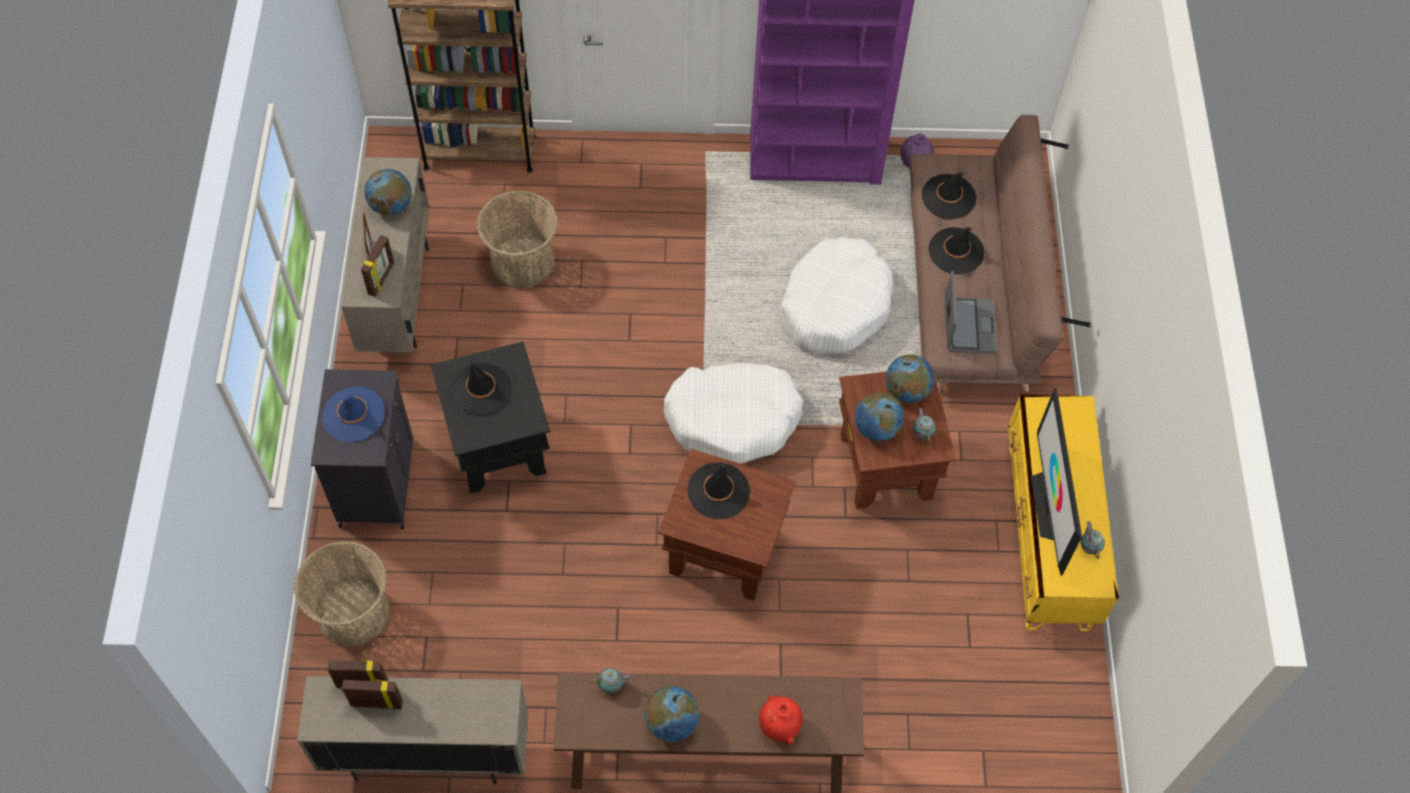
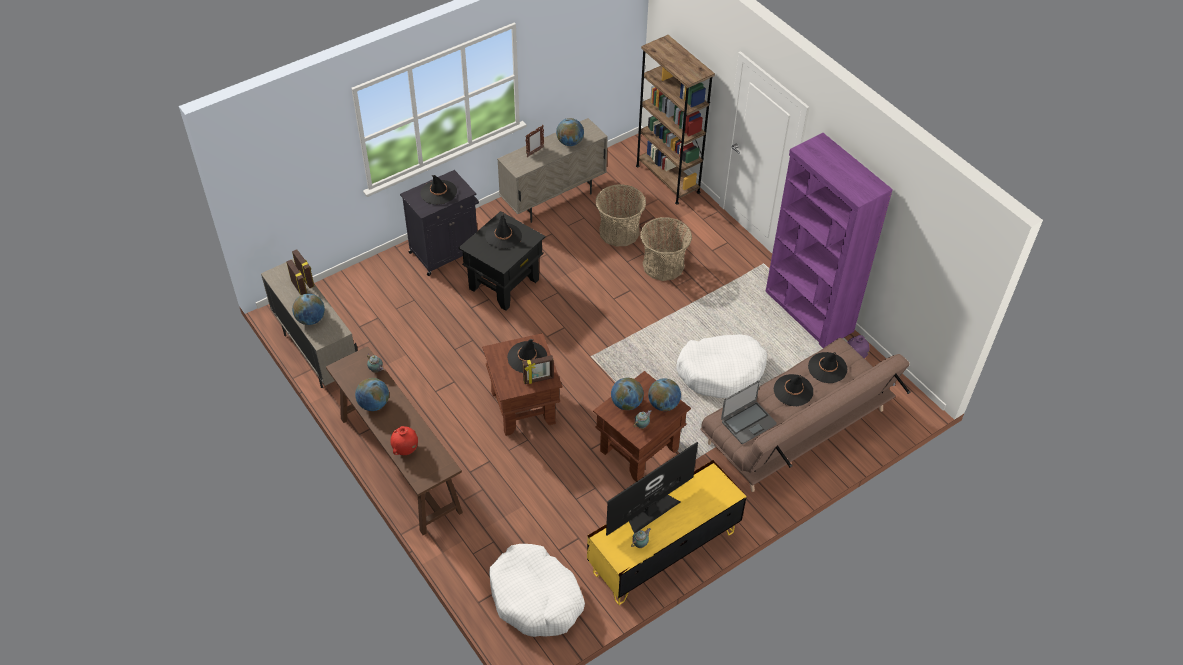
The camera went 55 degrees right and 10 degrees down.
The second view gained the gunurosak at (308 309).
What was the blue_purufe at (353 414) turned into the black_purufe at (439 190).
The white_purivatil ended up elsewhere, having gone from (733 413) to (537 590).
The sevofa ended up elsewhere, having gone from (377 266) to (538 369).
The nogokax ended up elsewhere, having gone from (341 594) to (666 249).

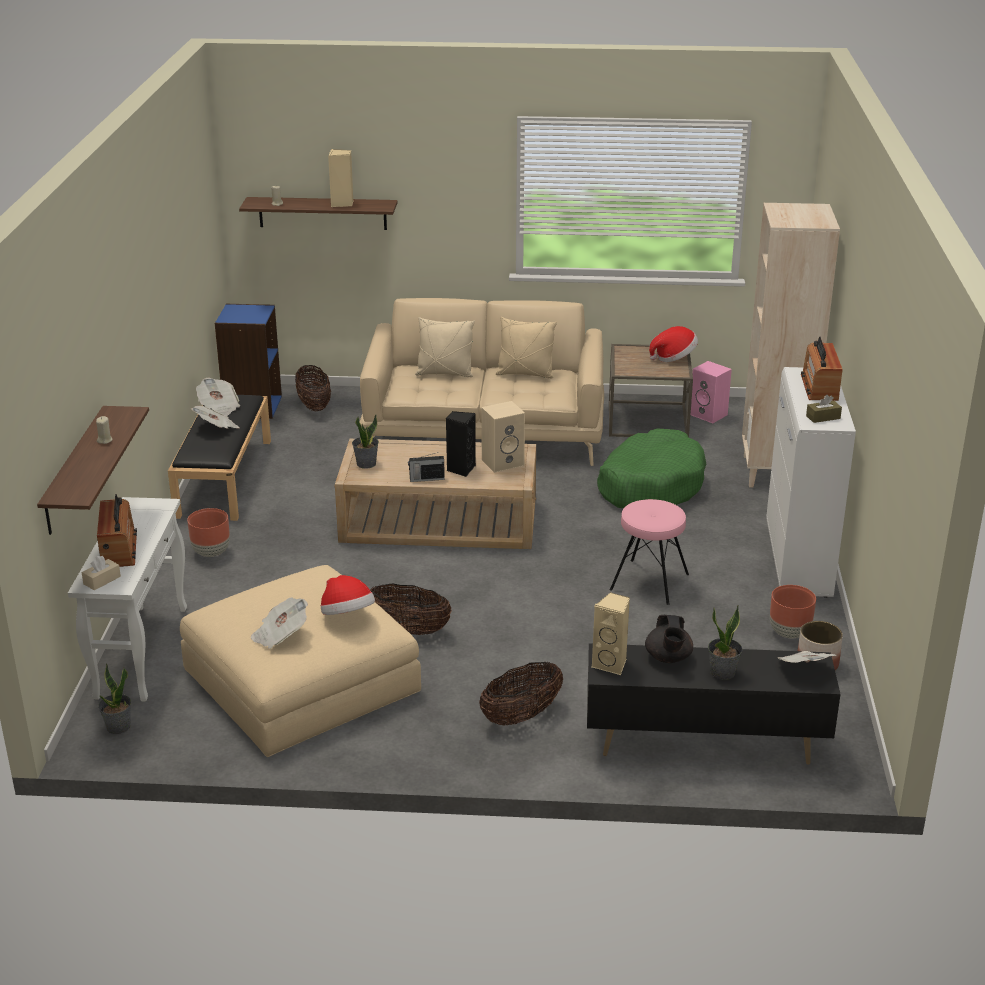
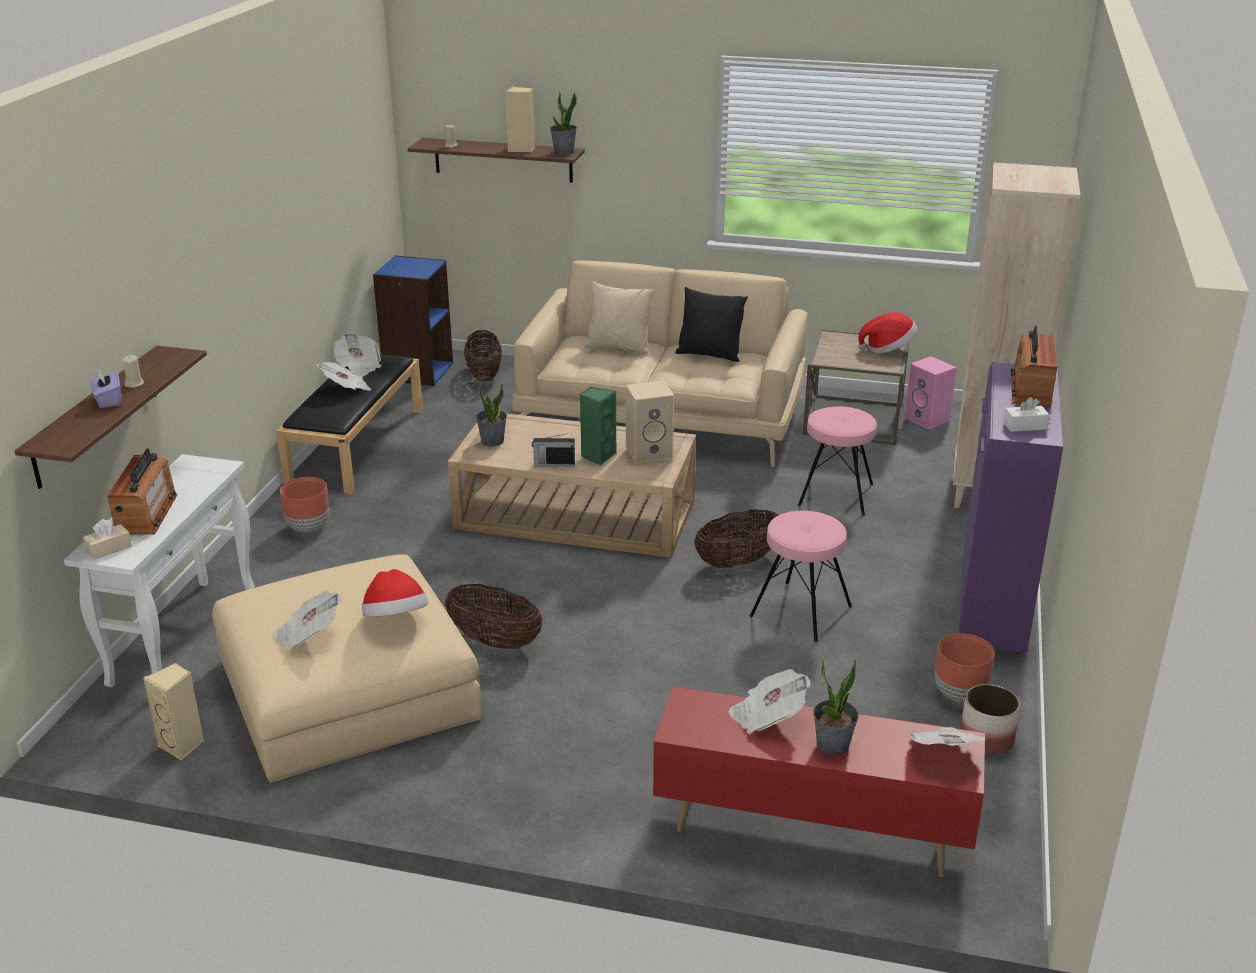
The camera went 10 degrees right and 0 degrees up.
The second view gained the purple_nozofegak at (106 388).
The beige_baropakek ended up elsewhere, having gone from (611 633) to (173 711).
The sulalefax ended up elsewhere, having gone from (114 698) to (563 123).
What was the black_baropakek at (461 444) turned into the green_baropakek at (598 426).
What was the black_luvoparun at (714 704) turned into the red_luvoparun at (819 781).
What was the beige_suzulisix at (526 347) turned into the black_suzulisix at (711 324).
The nogokax ended up elsewhere, having gone from (521 693) to (736 538).
Where the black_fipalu stood at (669 639), the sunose came to stand at (769 701).
Where the green_purivatil stood at (651 468), the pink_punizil came to stand at (837 461).
What was the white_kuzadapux at (811 482) turned into the purple_kuzadapux at (1011 507).
What was the brown_nozofegak at (824 409) turned into the white_nozofegak at (1026 414).

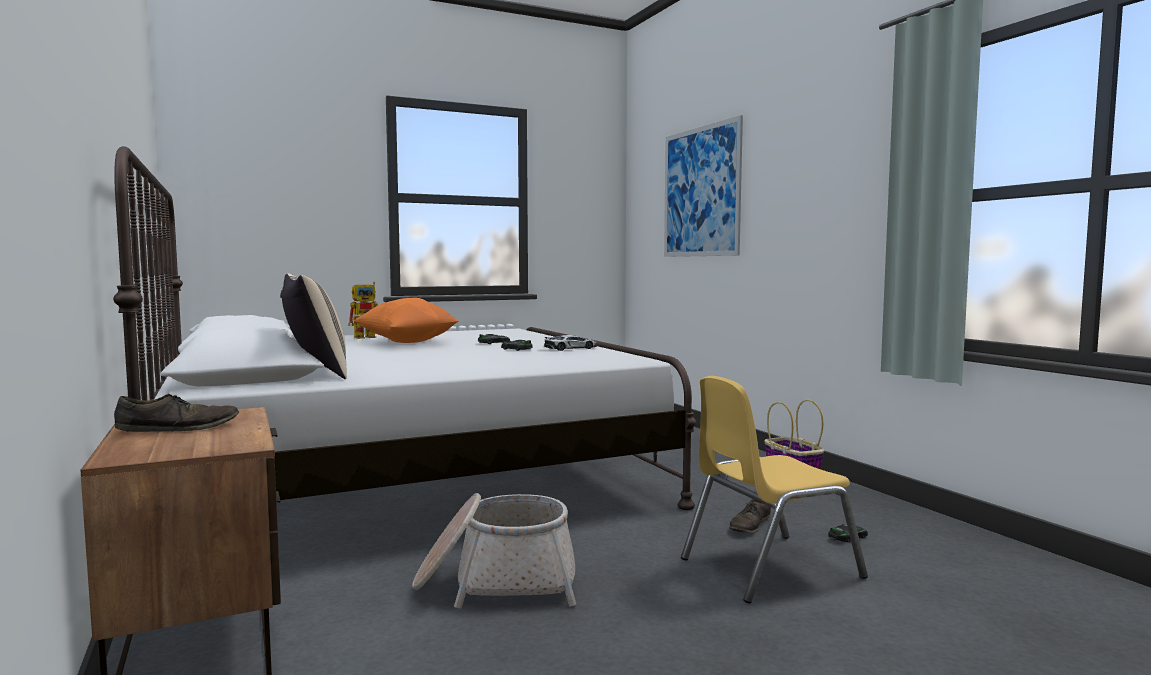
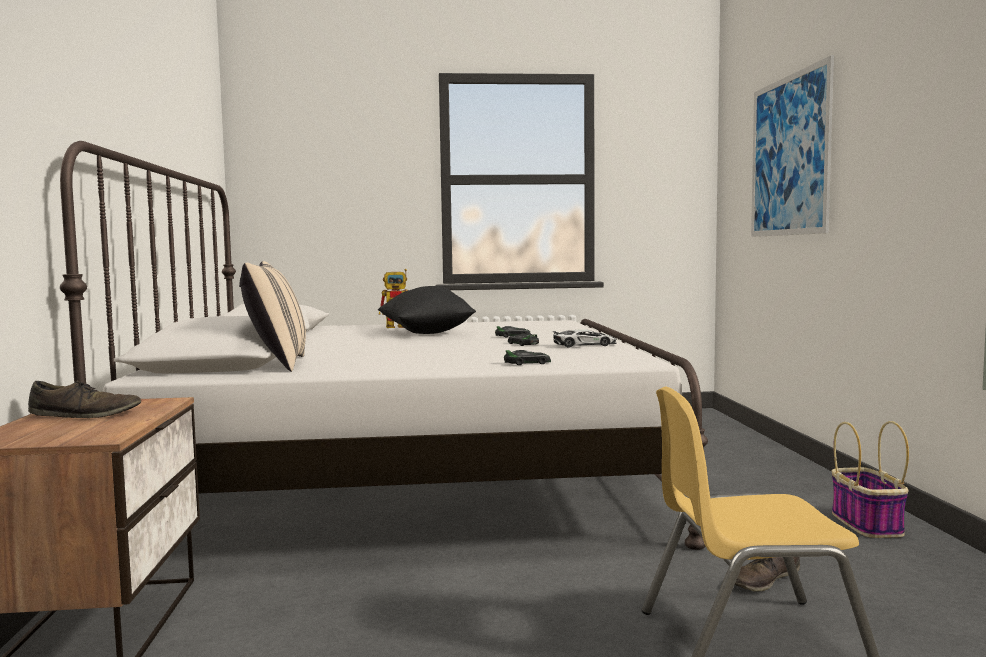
The camera went 20 degrees right and 0 degrees up.
What was the orange_suzulisix at (406 320) turned into the black_suzulisix at (427 310).
The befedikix ended up elsewhere, having gone from (848 533) to (527 357).
The second view lost the nogokax at (494 550).

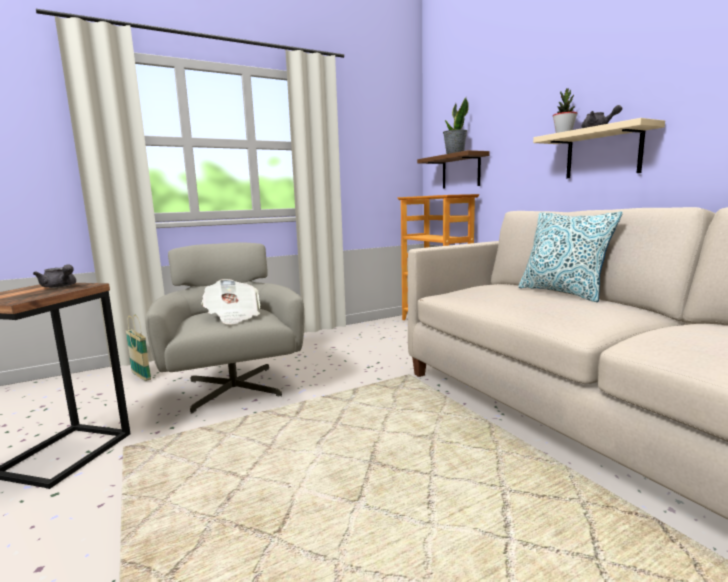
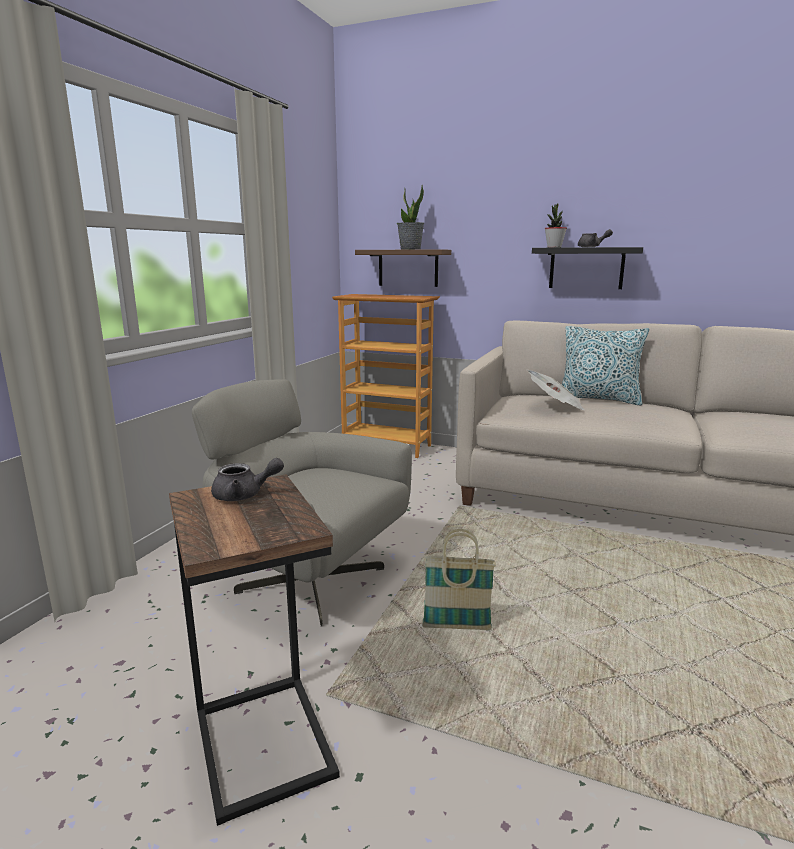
The camera went 40 degrees left and 5 degrees up.
The nogokax ended up elsewhere, having gone from (138 347) to (459 579).
The sunose ended up elsewhere, having gone from (230 302) to (555 389).
What was the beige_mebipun at (599 148) turned into the black_mebipun at (587 268).

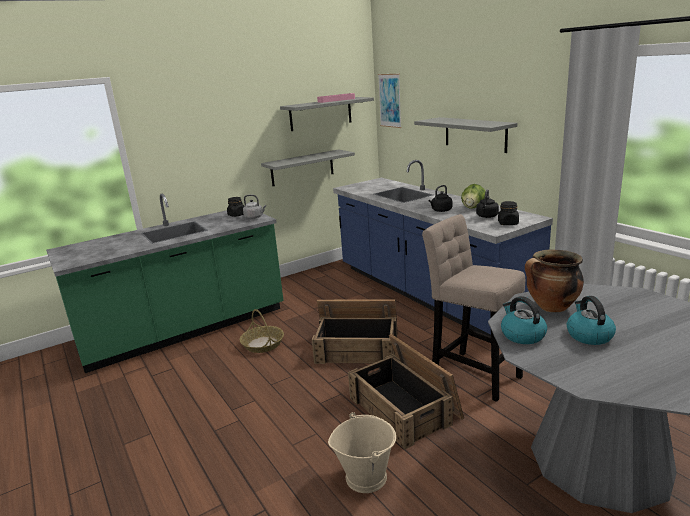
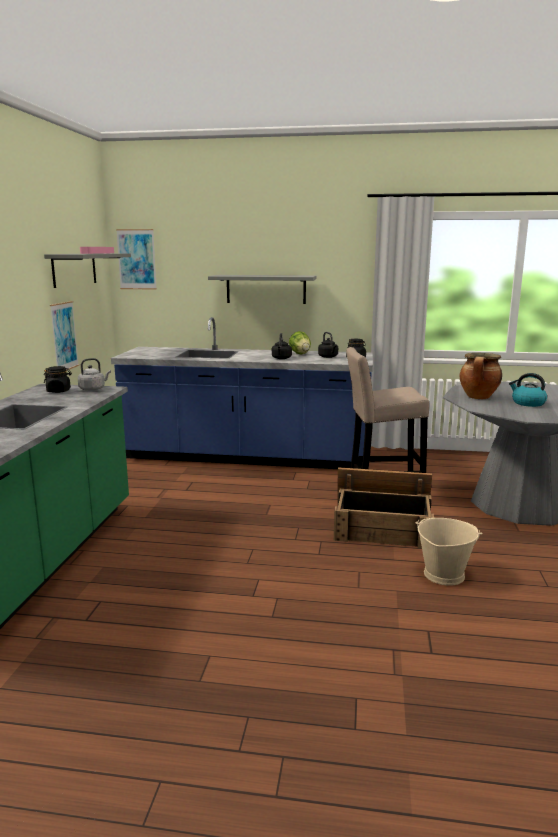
The camera went 50 degrees left and 5 degrees down.
Where the grey_mebipun hung at (308 167), the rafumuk came to hang at (64 335).
The second view lost the nogokax at (262 331).
The second view lost the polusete at (354 331).
The second view lost the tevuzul at (524 320).

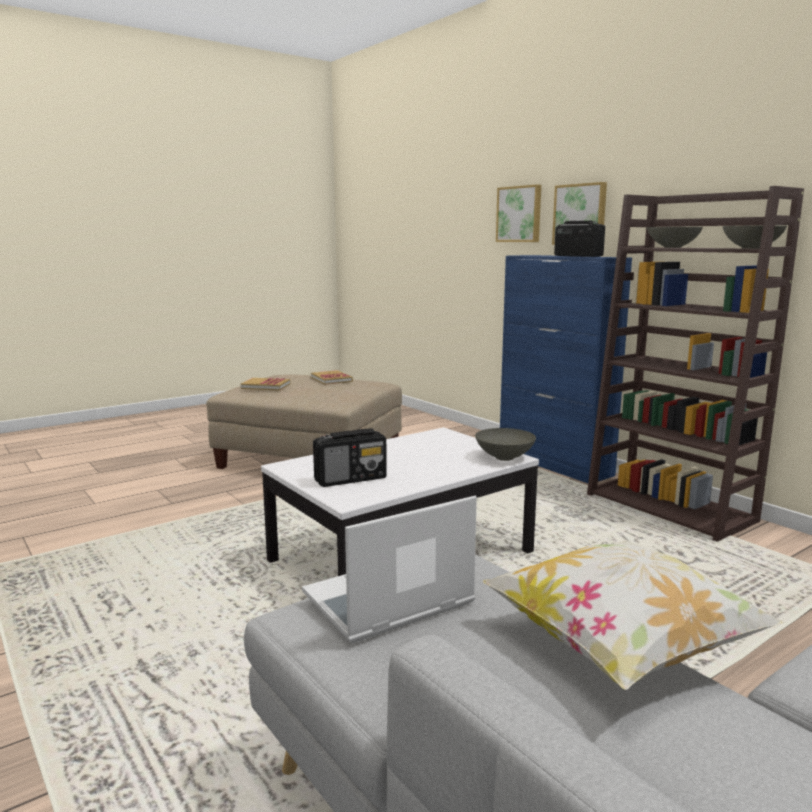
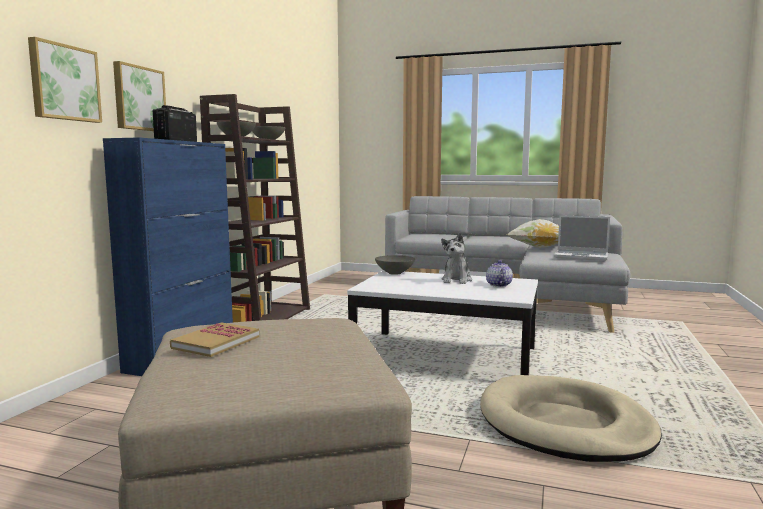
The camera went 125 degrees left and 5 degrees down.
The second view gained the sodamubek at (456 258).
The second view gained the beige_purivatil at (571 418).
Where the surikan stood at (350 457), the fipalu came to stand at (499 273).
The second view lost the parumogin at (265 384).

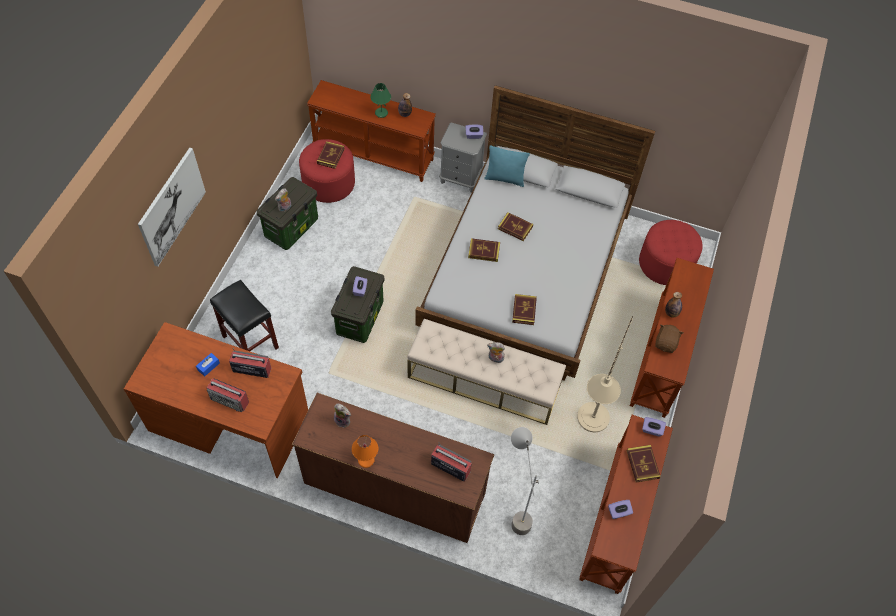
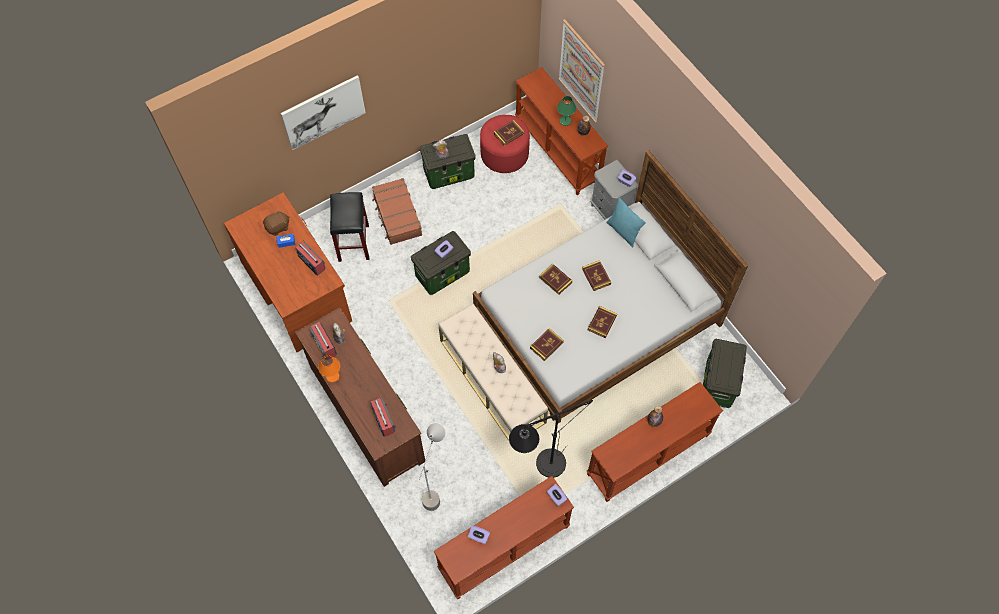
The camera went 40 degrees right and 5 degrees up.
The brown_sodamubek ended up elsewhere, having gone from (669 338) to (276 222).
The surikan ended up elsewhere, having gone from (228 395) to (323 341).
The second view gained the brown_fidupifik at (397 211).
What was the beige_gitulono at (605 374) turned into the black_gitulono at (551 439).
The second view gained the rafumuk at (581 71).
The parumogin ended up elsewhere, having gone from (644 463) to (602 322).
Where the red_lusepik stood at (670 252), the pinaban came to stand at (725 373).

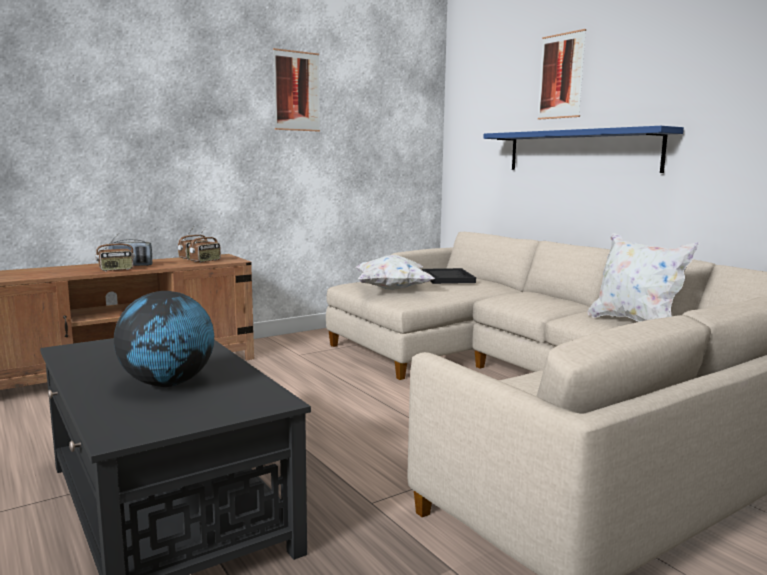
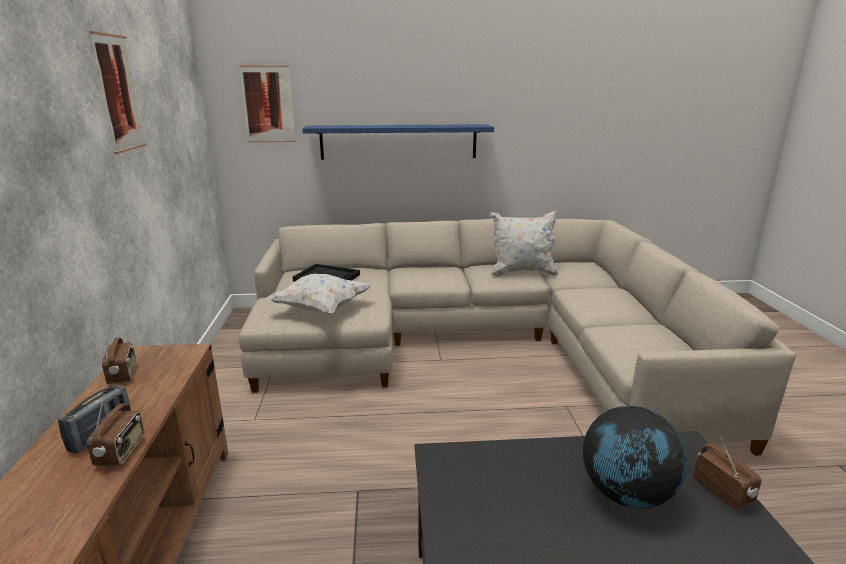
The camera went 60 degrees left and 10 degrees up.
The rafumuk ended up elsewhere, having gone from (562 74) to (268 104).
The surikan ended up elsewhere, having gone from (205 245) to (727 473).

